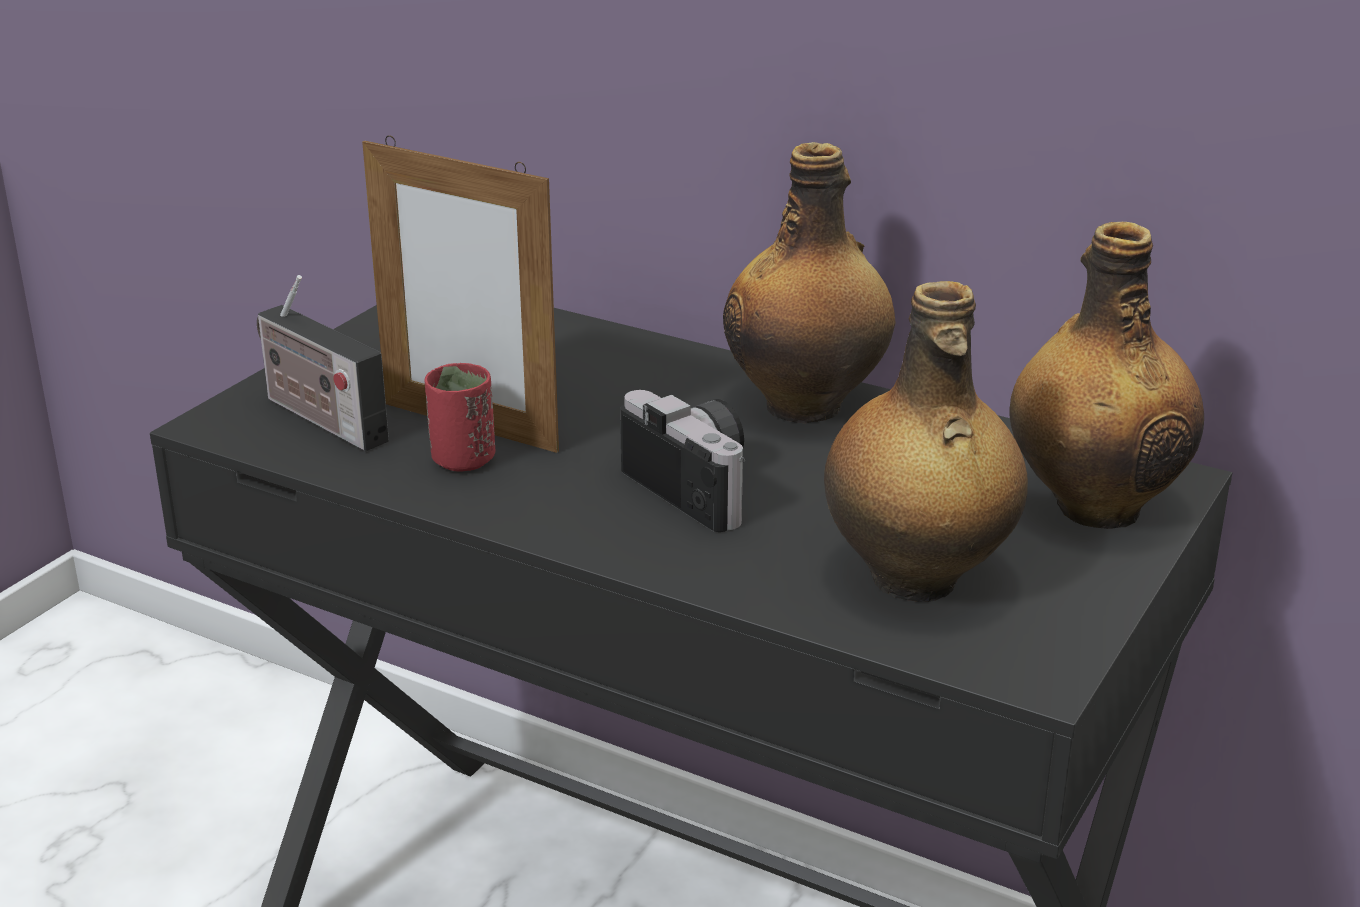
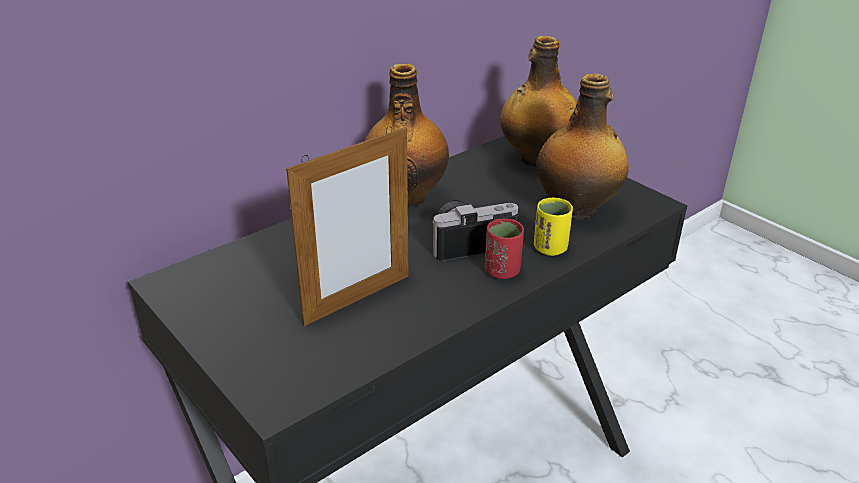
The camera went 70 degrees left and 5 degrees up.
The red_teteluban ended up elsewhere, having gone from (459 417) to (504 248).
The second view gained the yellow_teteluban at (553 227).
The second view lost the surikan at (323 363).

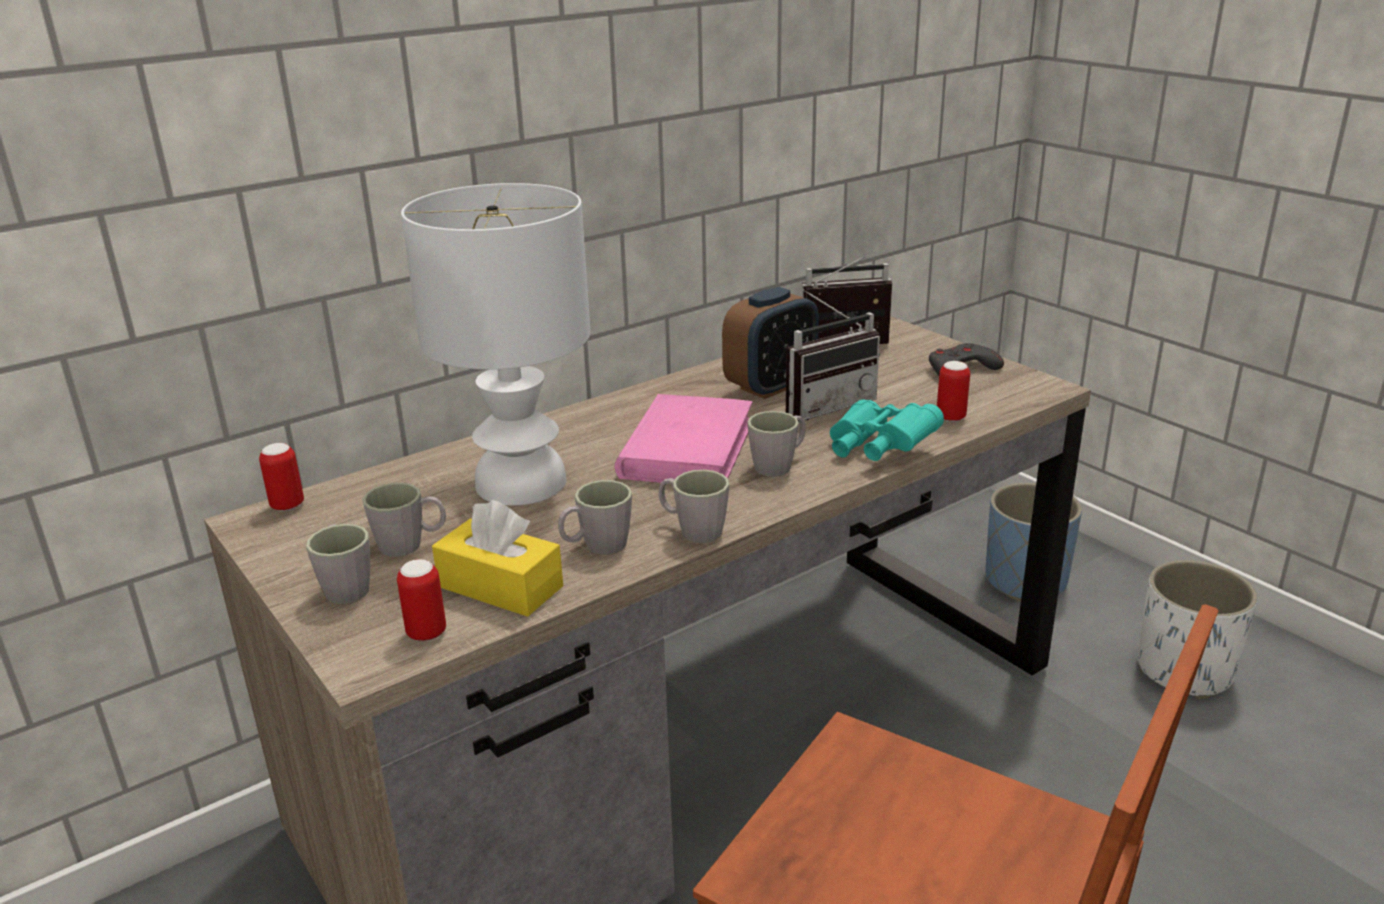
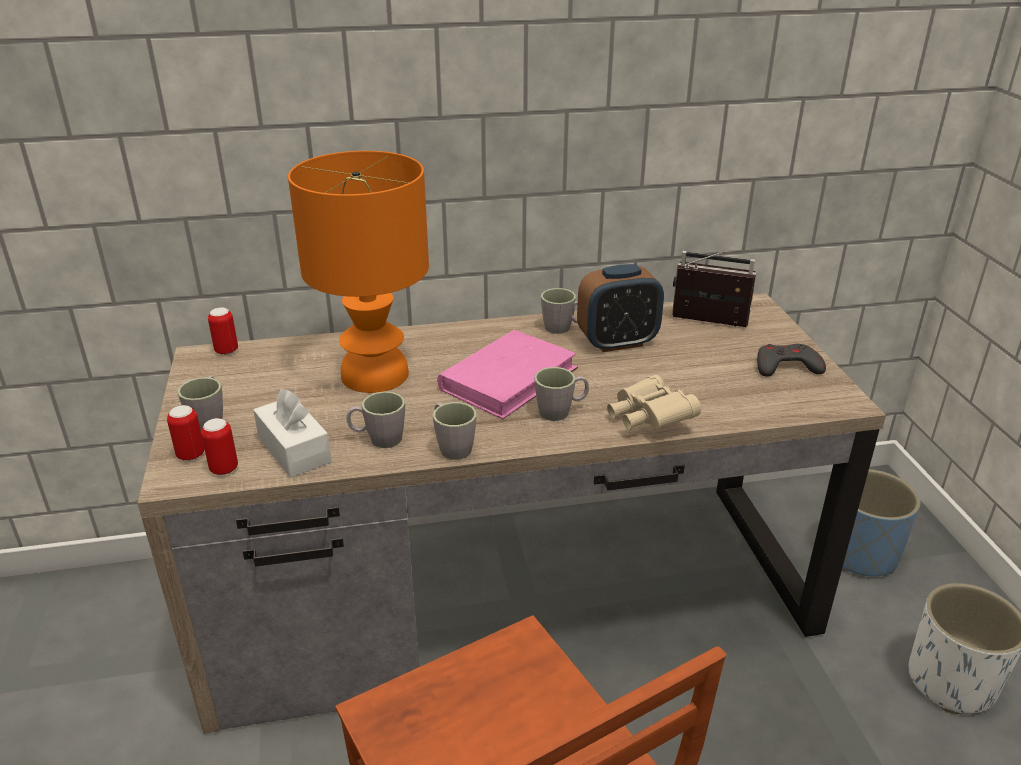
The camera went 25 degrees right and 5 degrees up.
The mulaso ended up elsewhere, having gone from (953 391) to (186 433).
What was the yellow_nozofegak at (497 558) turned into the white_nozofegak at (292 433).
What was the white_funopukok at (495 344) turned into the orange_funopukok at (358 272).
The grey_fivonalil ended up elsewhere, having gone from (404 520) to (559 311).
What was the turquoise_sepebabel at (887 430) turned into the beige_sepebabel at (654 402).
The second view lost the surikan at (833 355).

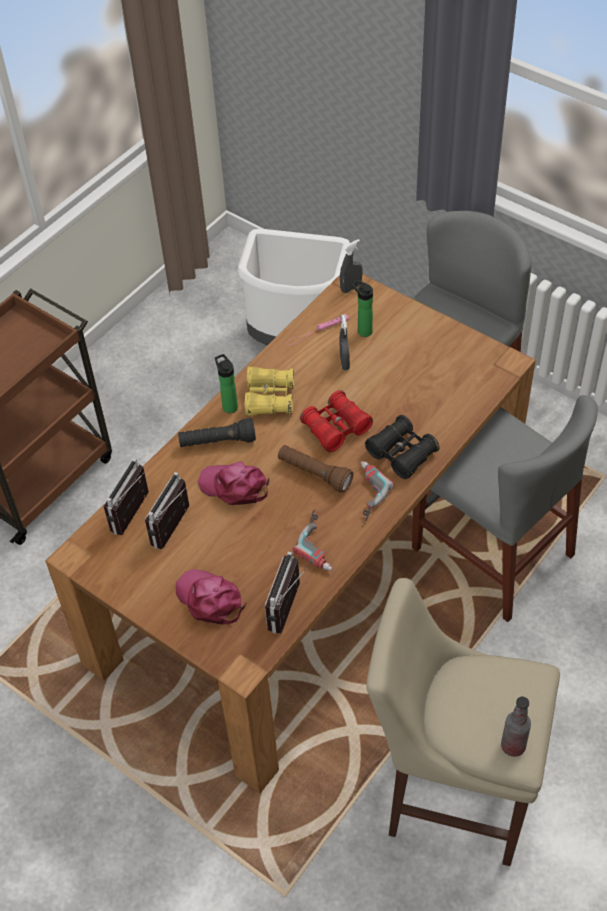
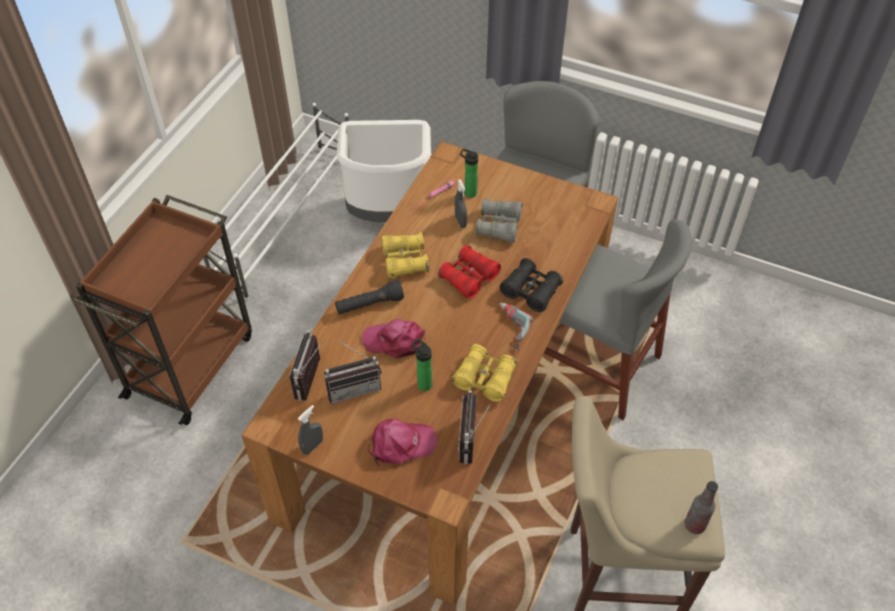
The camera went 15 degrees left and 0 degrees up.
The second view gained the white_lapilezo at (276 201).
The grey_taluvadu ended up elsewhere, having gone from (351 266) to (310 430).
The surikan at (167 510) ended up facing another way, 120 degrees counterclockwise from before.
The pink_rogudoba at (211 597) ended up facing another way, 135 degrees clockwise from before.
The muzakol ended up elsewhere, having gone from (226 383) to (422 365).
Where the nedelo stood at (313 540), the yellow_sepebabel came to stand at (485 373).
The second view gained the grey_sepebabel at (499 220).
The second view lost the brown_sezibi at (315 469).

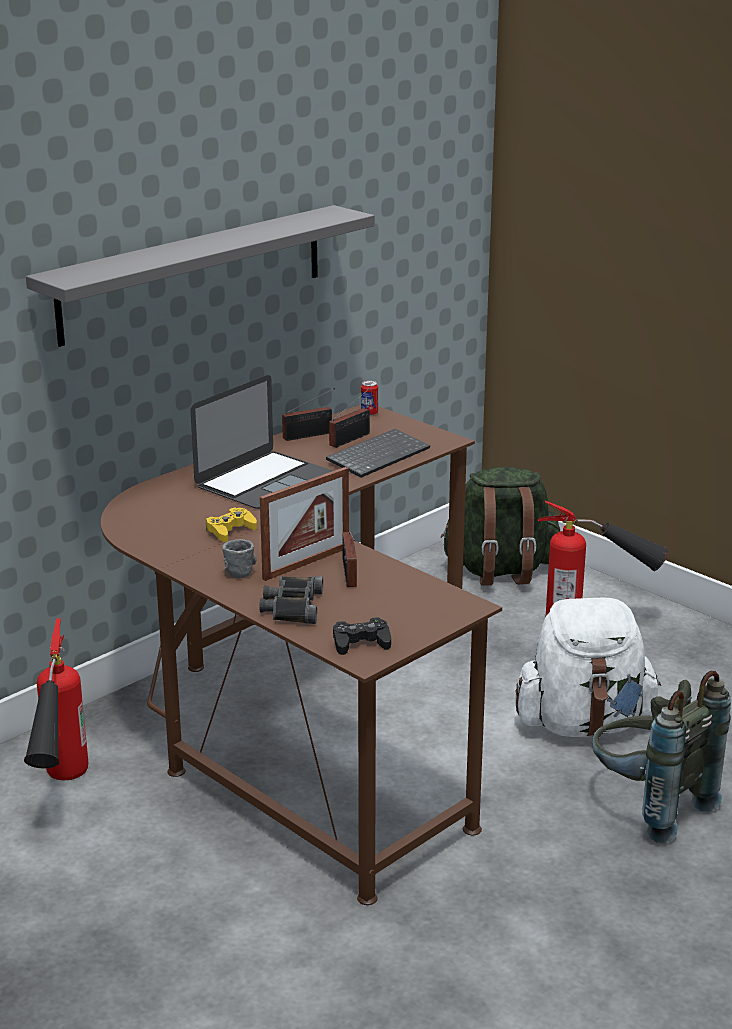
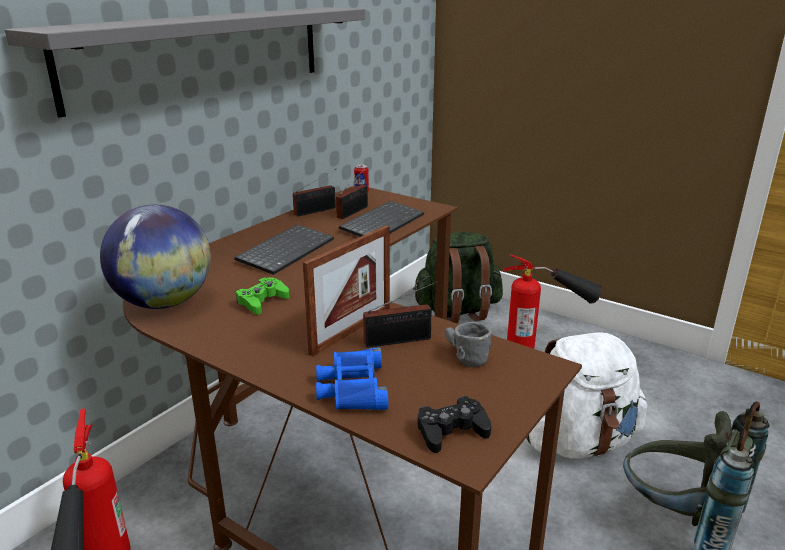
The camera went 10 degrees left and 0 degrees up.
The second view gained the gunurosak at (155 257).
Where the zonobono stood at (261 442), the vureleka came to stand at (284 249).
What was the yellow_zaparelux at (231 524) turned into the green_zaparelux at (262 296).
What was the black_sepebabel at (291 600) turned into the blue_sepebabel at (352 378).
The surikan at (349 559) ended up facing another way, 90 degrees counterclockwise from before.
The grey_fivonalil ended up elsewhere, having gone from (239 558) to (468 344).

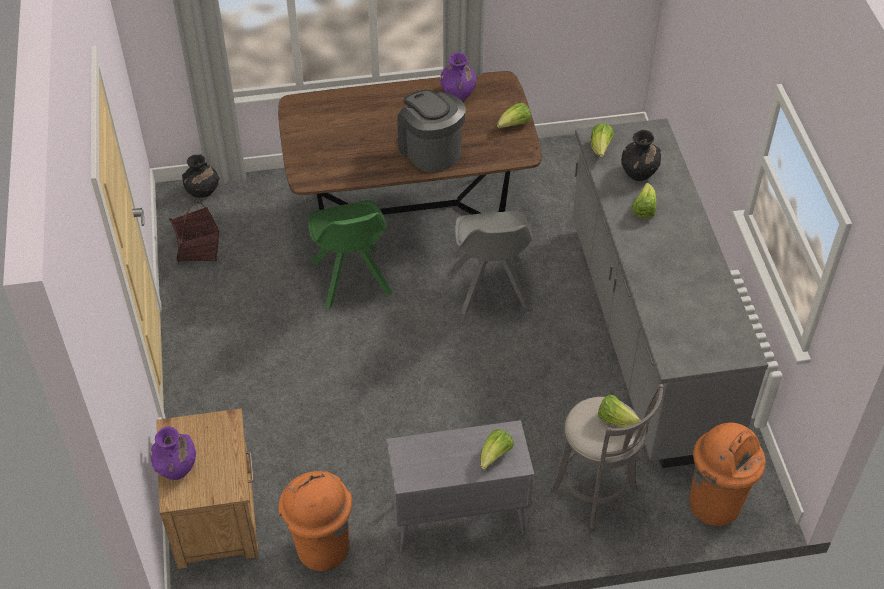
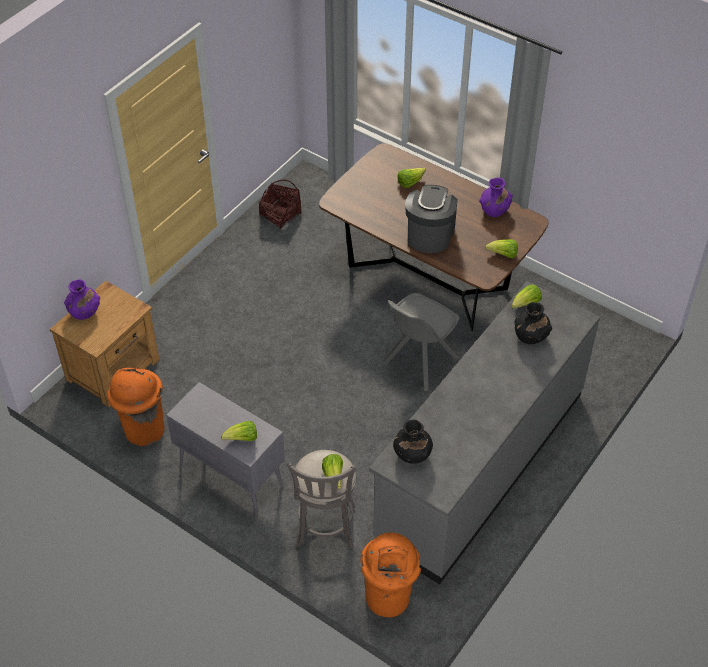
The camera went 45 degrees right and 0 degrees up.
The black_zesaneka ended up elsewhere, having gone from (201 176) to (413 442).
The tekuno ended up elsewhere, having gone from (644 200) to (411 178).
The second view lost the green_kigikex at (350 254).

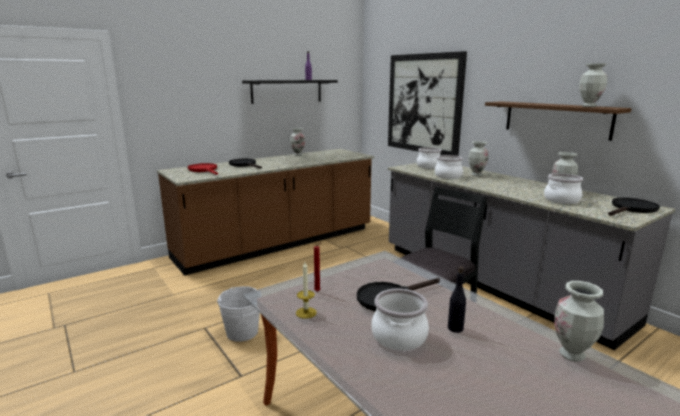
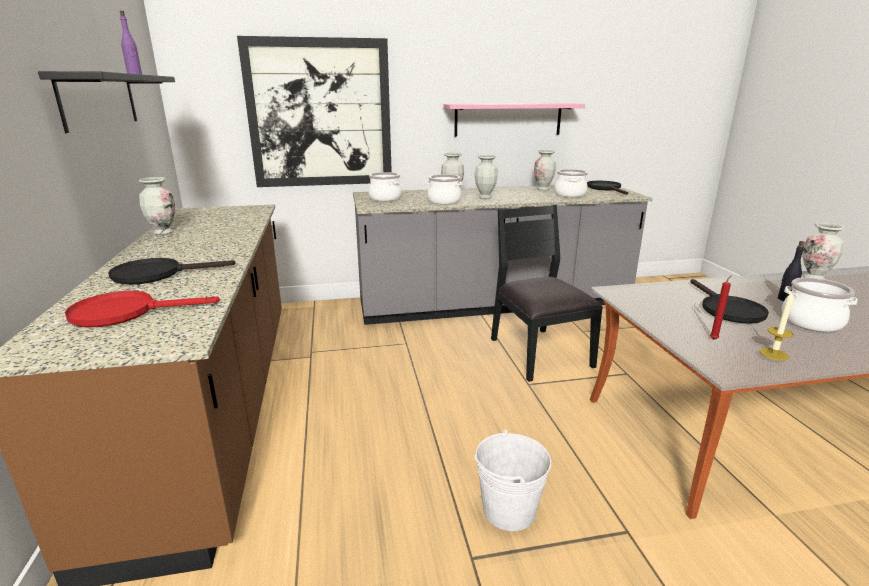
The camera went 65 degrees left and 5 degrees up.
What was the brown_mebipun at (558 121) turned into the pink_mebipun at (514 120).
The zesaneka ended up elsewhere, having gone from (593 85) to (486 177).

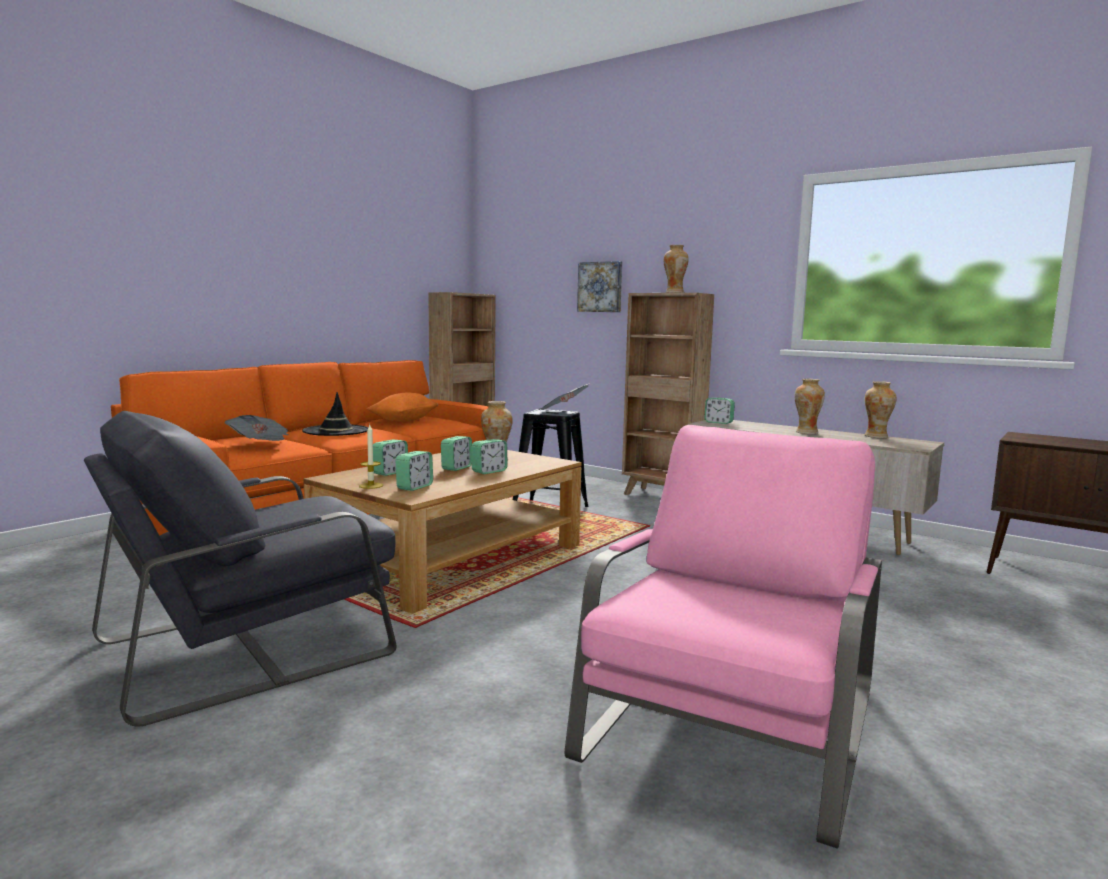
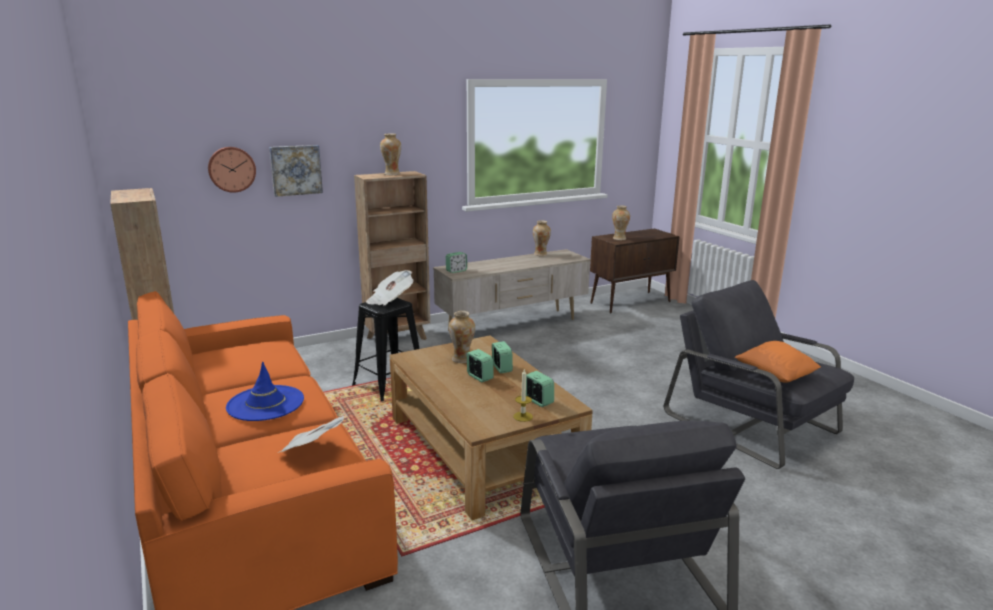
The camera went 65 degrees left and 10 degrees up.
The second view gained the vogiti at (232 170).
What was the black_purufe at (335 414) turned into the blue_purufe at (265 391).
The zesaneka ended up elsewhere, having gone from (810 406) to (621 222).
What was the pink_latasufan at (723 637) turned into the grey_latasufan at (759 374).
The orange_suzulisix ended up elsewhere, having gone from (402 407) to (778 362).
The second view lost the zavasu at (390 458).

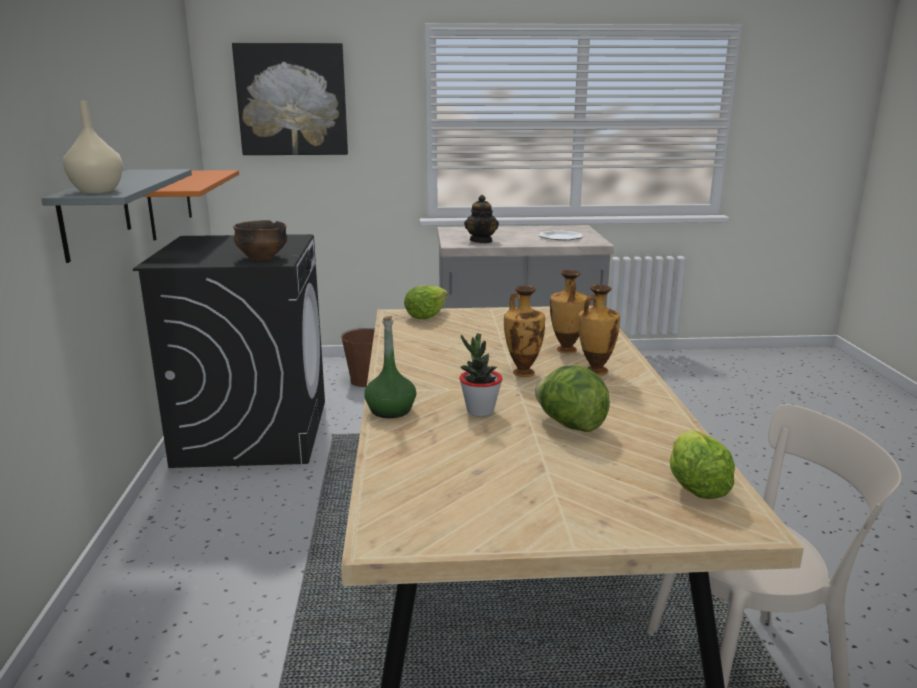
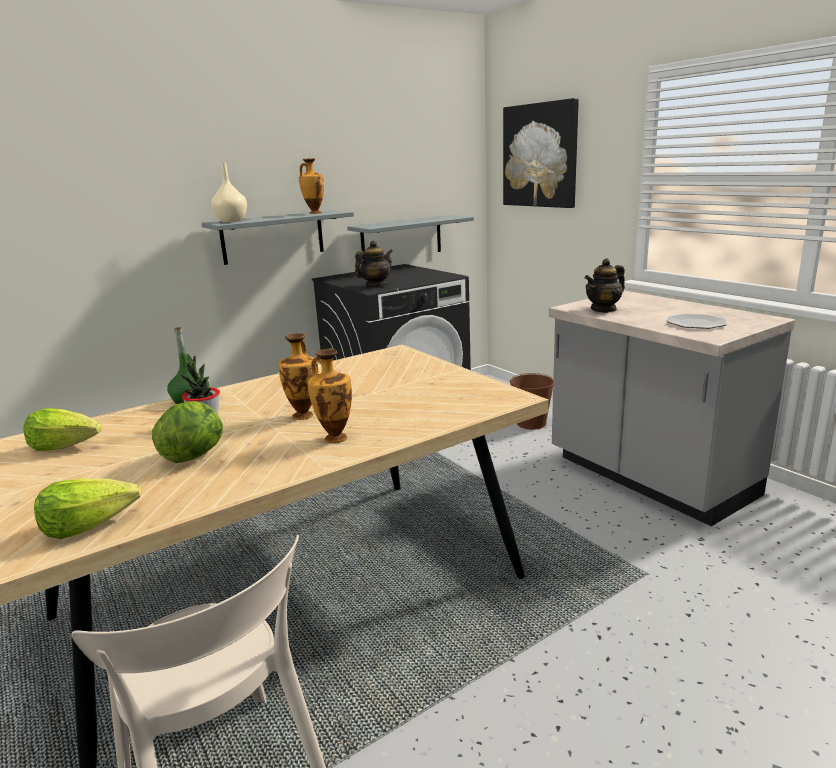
The camera went 60 degrees right and 0 degrees up.
The tekuno ended up elsewhere, having gone from (426 302) to (62 429).
The zesaneka ended up elsewhere, having gone from (568 311) to (311 186).
What was the orange_mebipun at (191 205) turned into the grey_mebipun at (410 237).
Where the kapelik stood at (260 240), the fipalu came to stand at (374 263).

